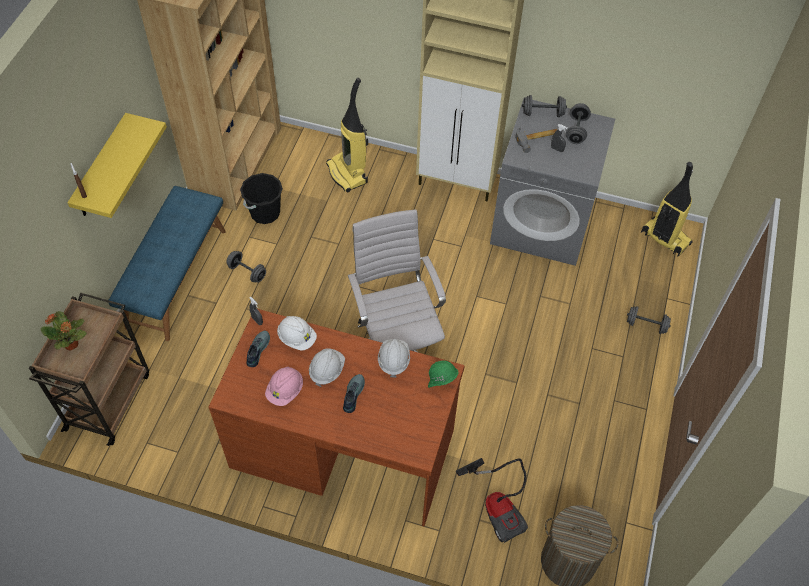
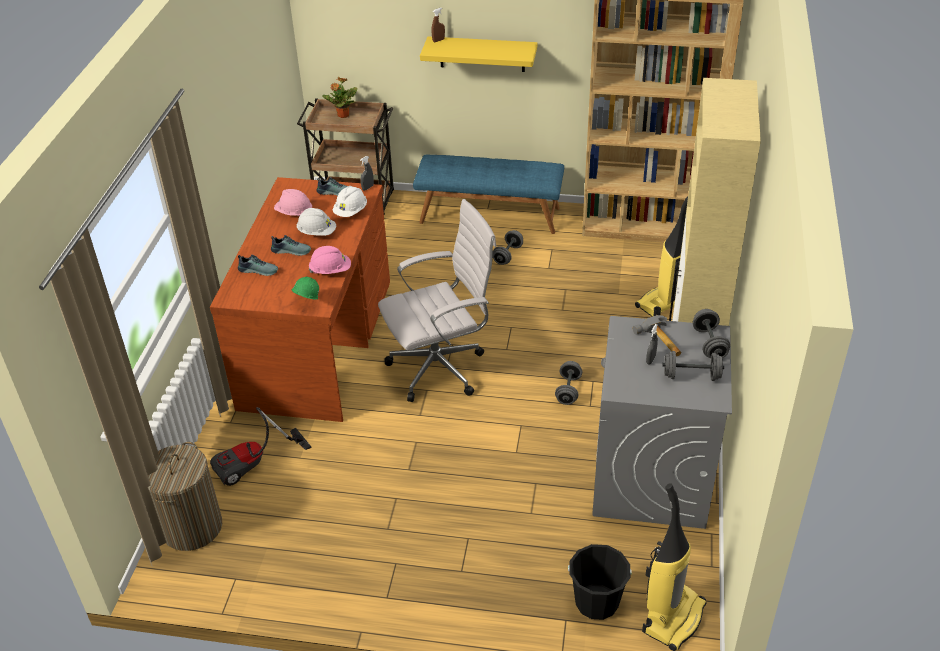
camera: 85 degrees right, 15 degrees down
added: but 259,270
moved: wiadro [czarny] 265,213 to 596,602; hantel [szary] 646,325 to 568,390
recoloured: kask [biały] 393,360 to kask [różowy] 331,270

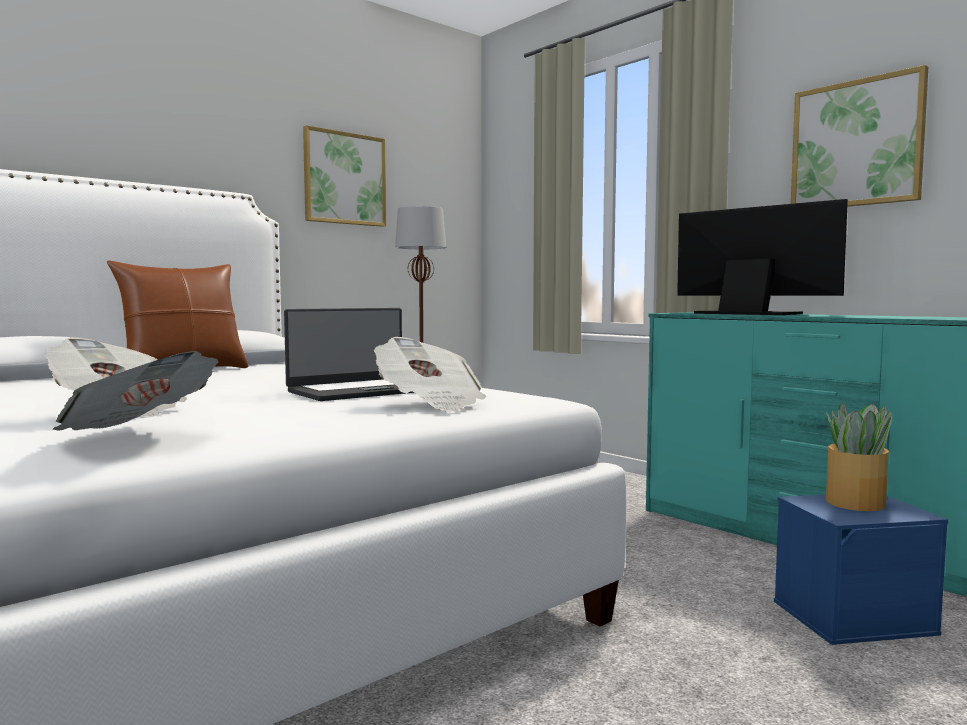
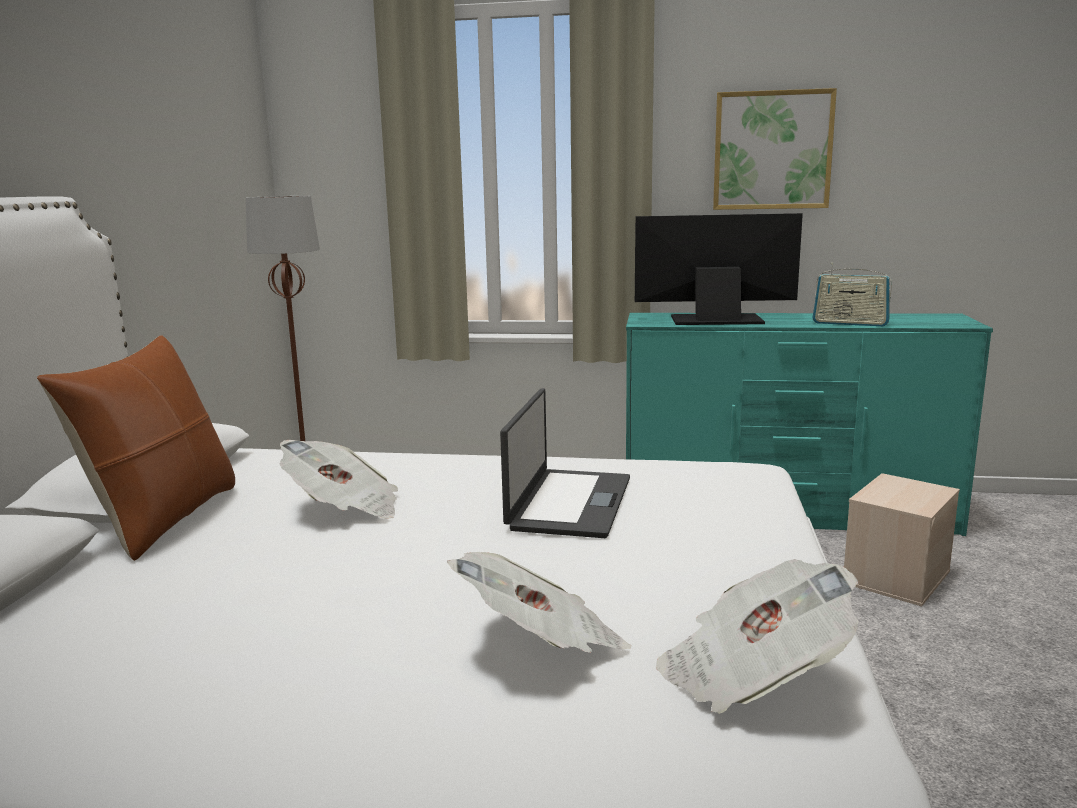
camera: 40 degrees left, 10 degrees up
removed: obraz 344,178; roślina doniczkowa 856,502
added: radio 850,323
moved: gazeta 430,404 to 345,508
recoloured: pojemnik do przechowywania [niebieski] 853,616 to pojemnik do przechowywania [beżowy] 895,576

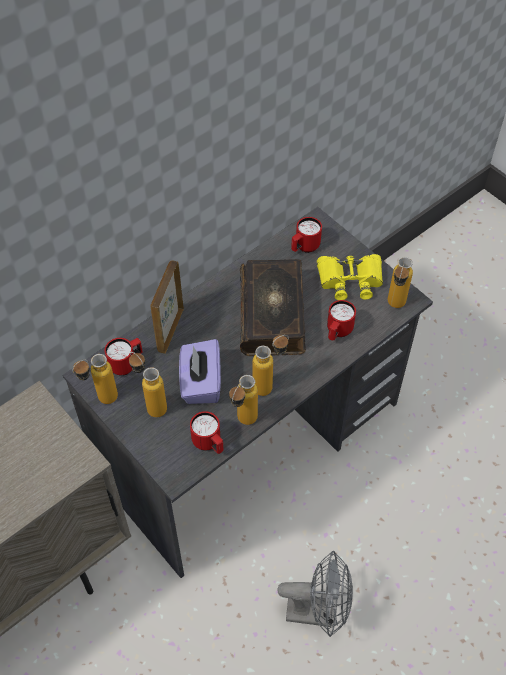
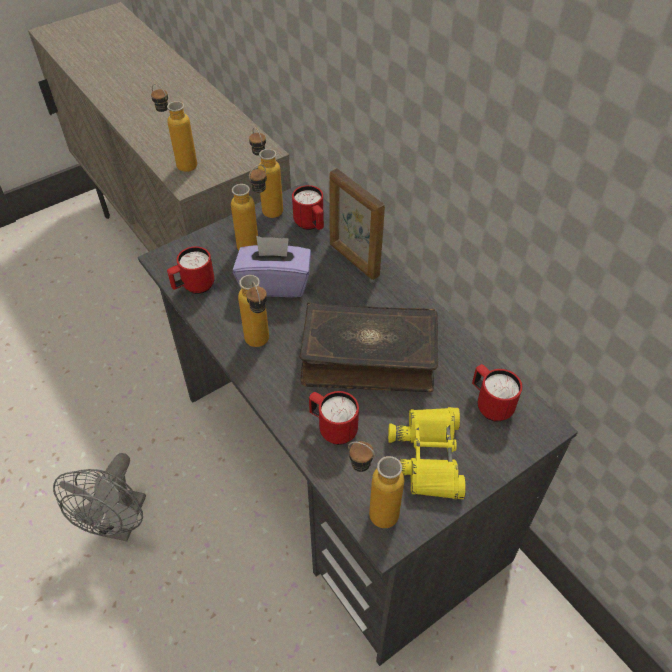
camera: 95 degrees right, 5 degrees down
moved: butelka 243,423 to 180,163
turned: ramka na zdjęcie 170,330 = 353,260 150 degrees counterclockwise

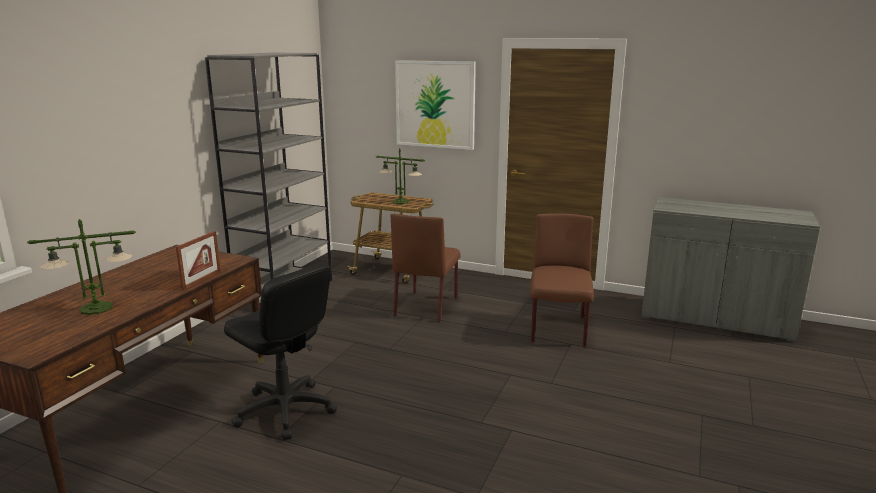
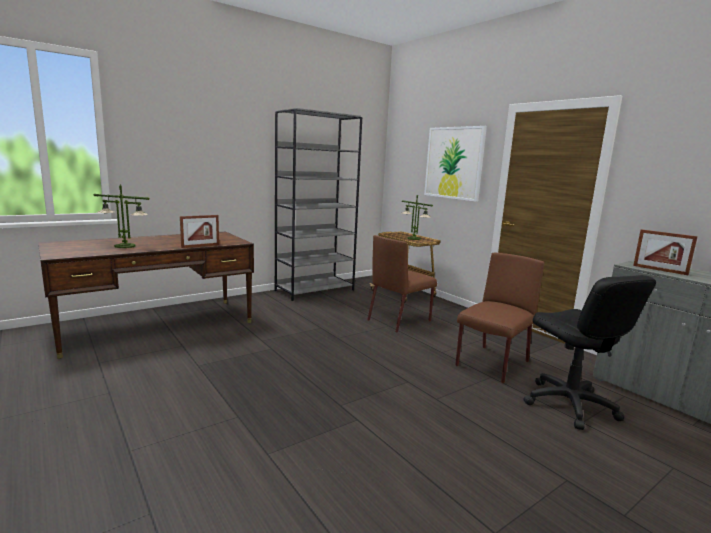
camera: 30 degrees right, 5 degrees down
added: ramka na zdjęcie 659,270
moved: krzesło biurowe [czarny] 285,410 to 569,404

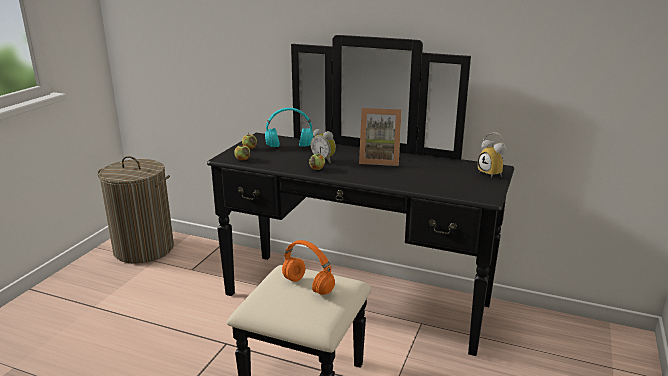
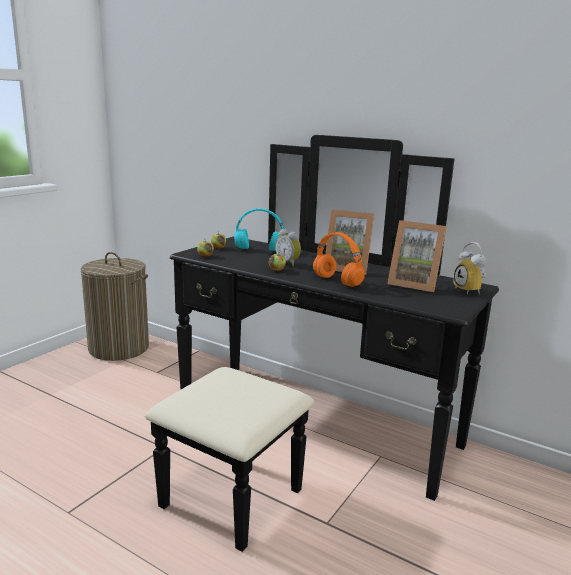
camera: 10 degrees right, 5 degrees down
added: ramka na zdjęcie 414,284
moved: słuchawki [pomarańczowy] 309,286 to 338,281

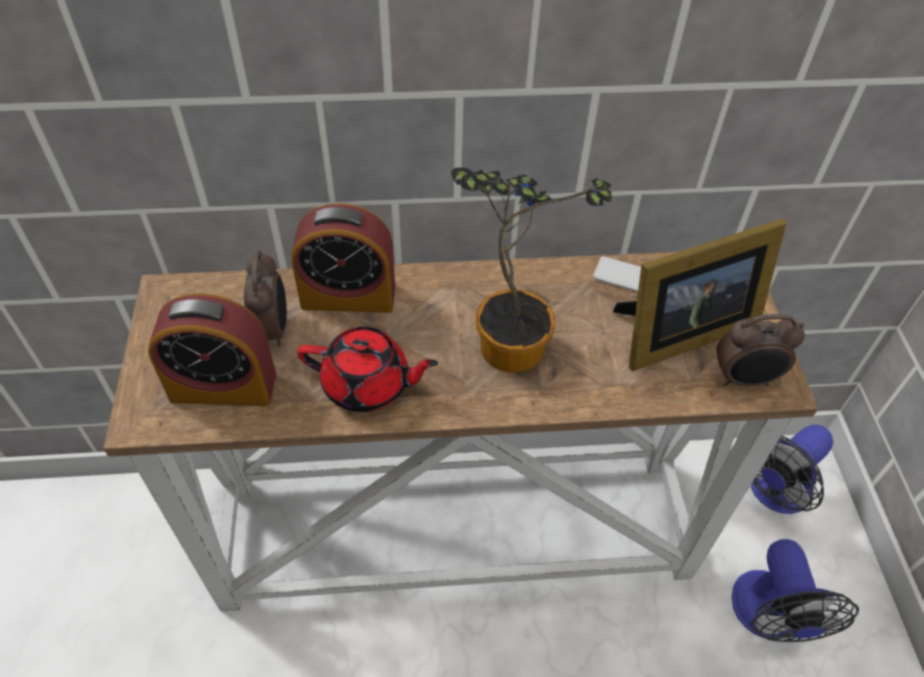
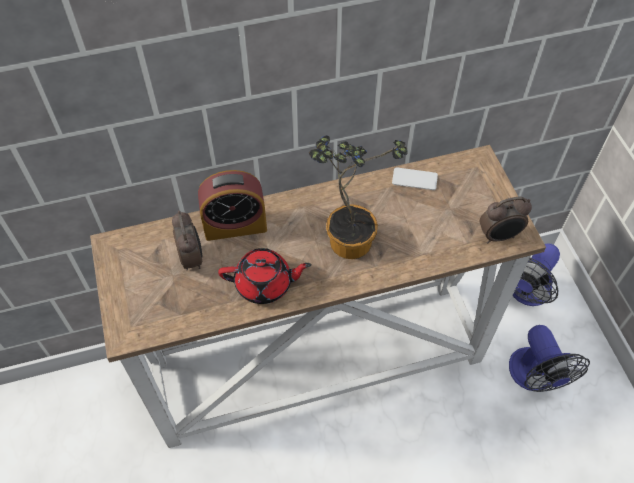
camera: 10 degrees left, 5 degrees up
removed: ramka na zdjęcie 680,333; budzik 223,386

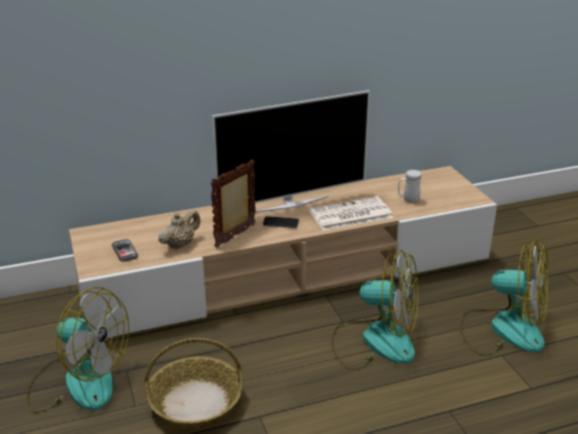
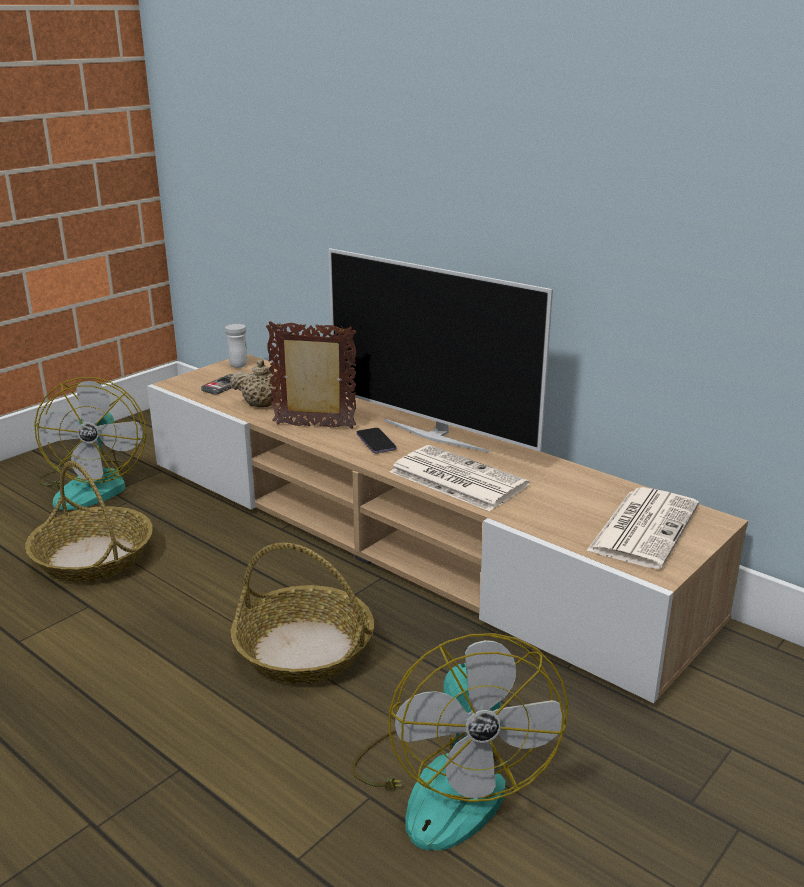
camera: 60 degrees right, 5 degrees down
added: gazeta 643,527
moved: kubek [biały] 408,200 to 238,364
replaced: wentylator 375,341 to koszyk 305,649

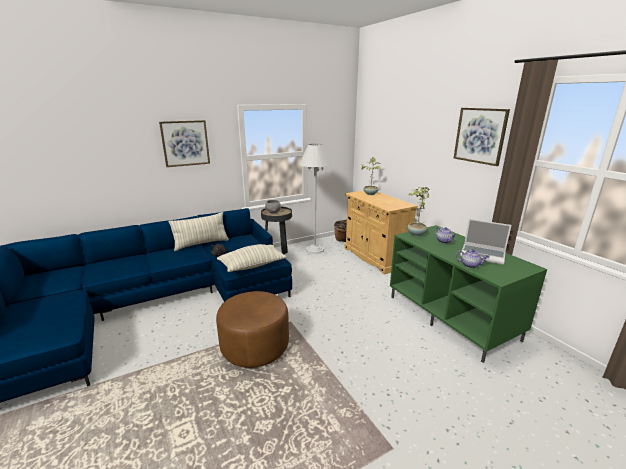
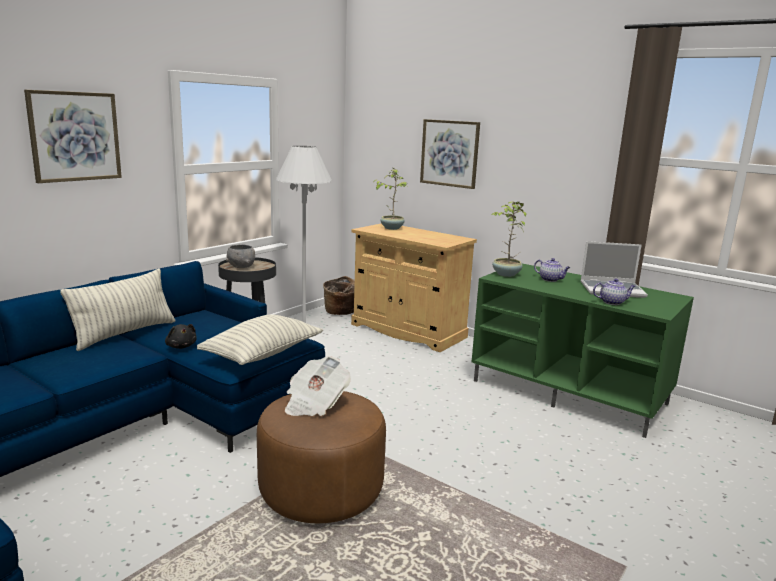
camera: 25 degrees left, 5 degrees down
added: gazeta 315,403
moved: obraz 480,135 to 449,153

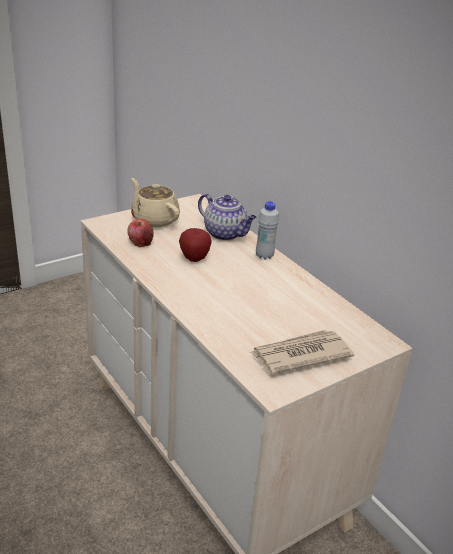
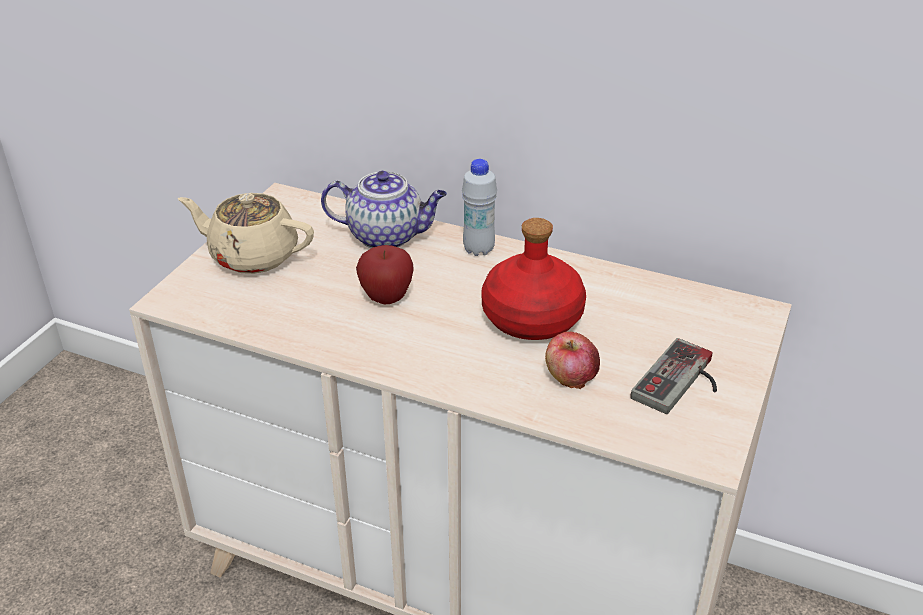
camera: 30 degrees left, 5 degrees up
added: butelka [czerwony] 531,318
moved: jabłko 140,242 to 570,377
replaced: gazeta 299,355 to pad do gier 683,383

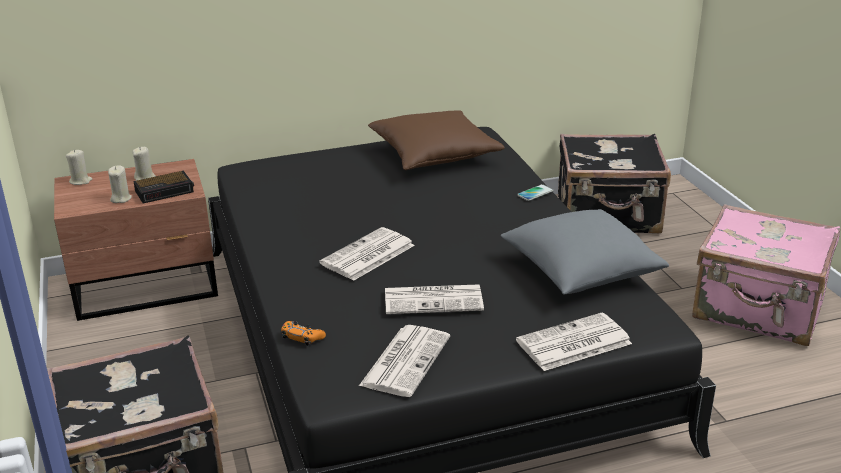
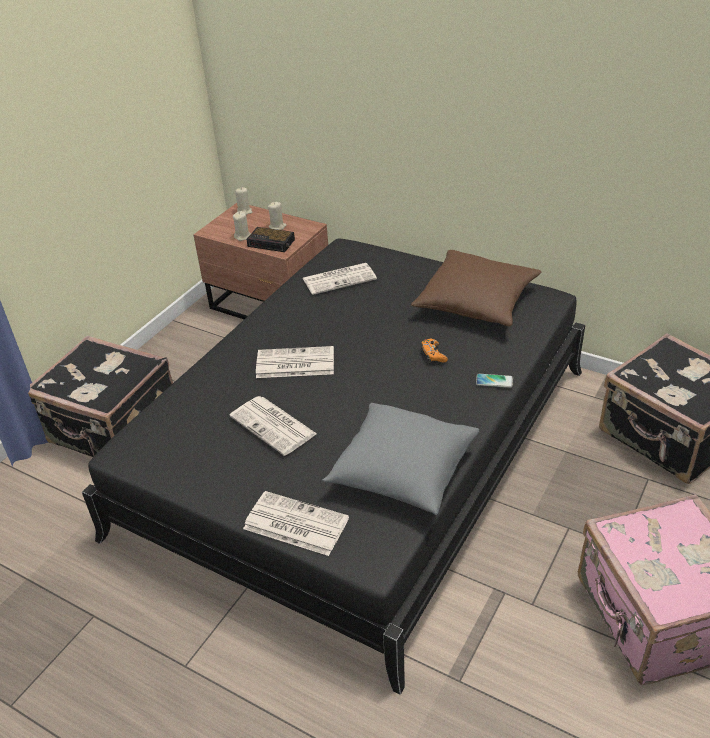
camera: 50 degrees right, 10 degrees up
moved: pad do gier [pomarańczowy] 302,337 to 433,354; gazeta 405,360 to 340,279

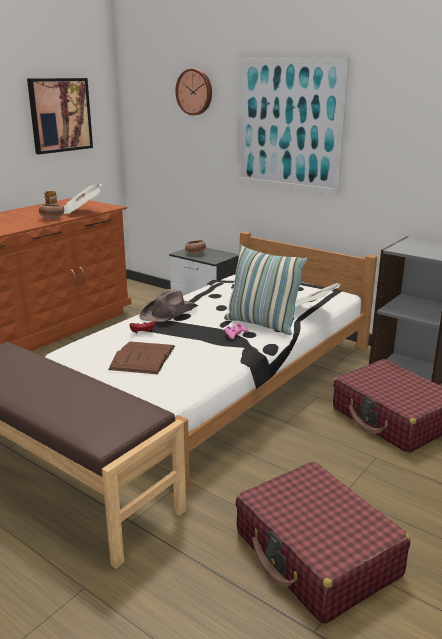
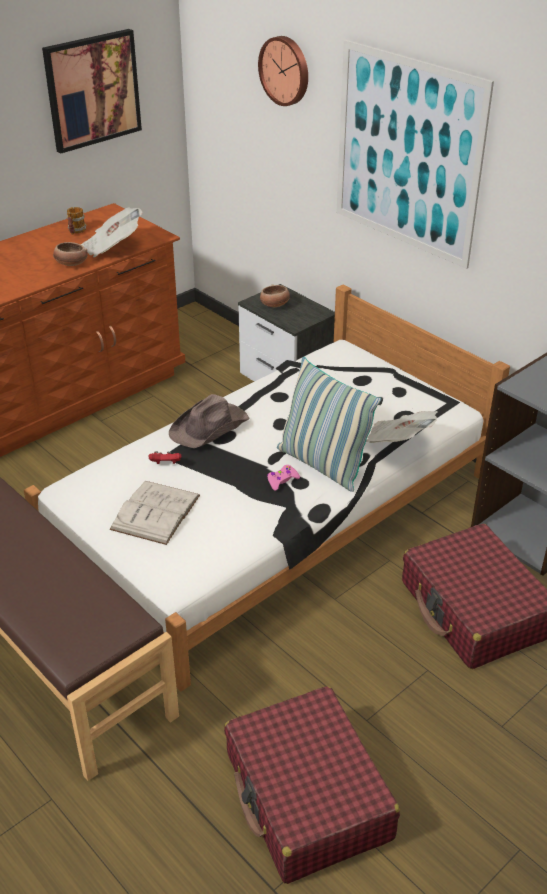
camera: 10 degrees right, 15 degrees up
recoloured: książka [brązowy] 143,358 to książka [biały] 155,512

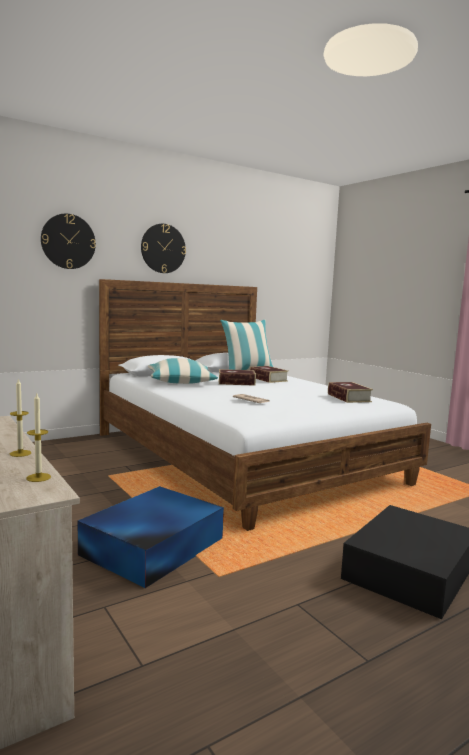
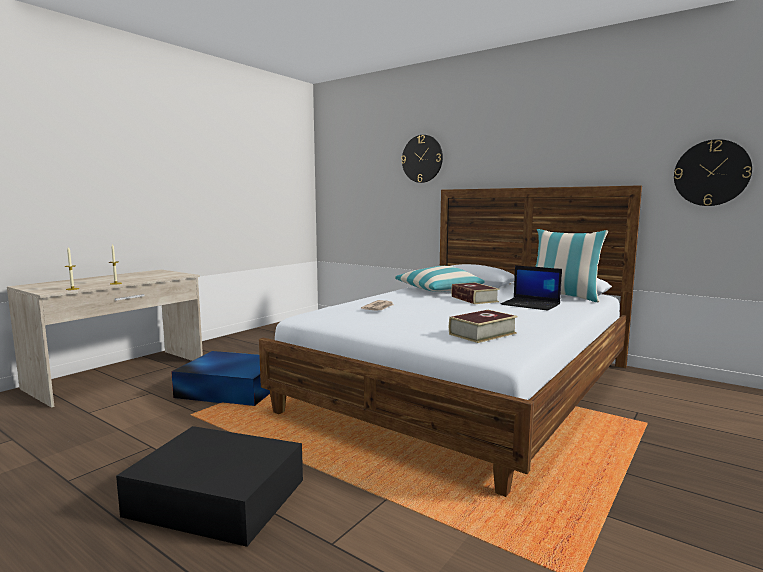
camera: 70 degrees right, 0 degrees up
moved: zegar ścienny 163,248 to 711,173
replaced: książka 268,379 to laptop 531,304

